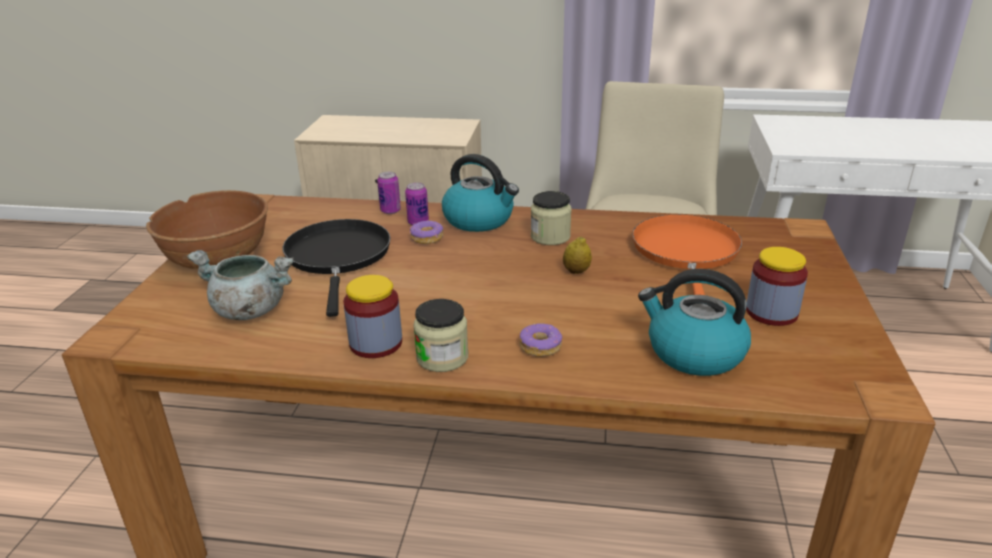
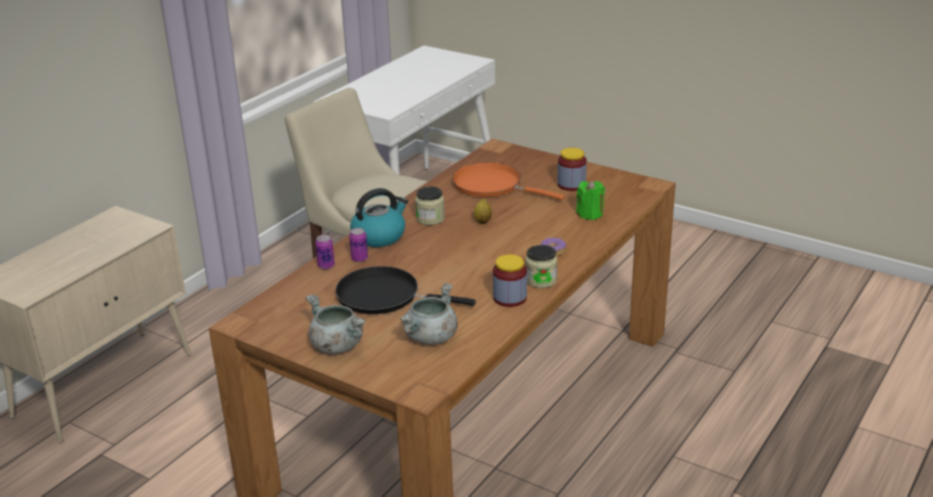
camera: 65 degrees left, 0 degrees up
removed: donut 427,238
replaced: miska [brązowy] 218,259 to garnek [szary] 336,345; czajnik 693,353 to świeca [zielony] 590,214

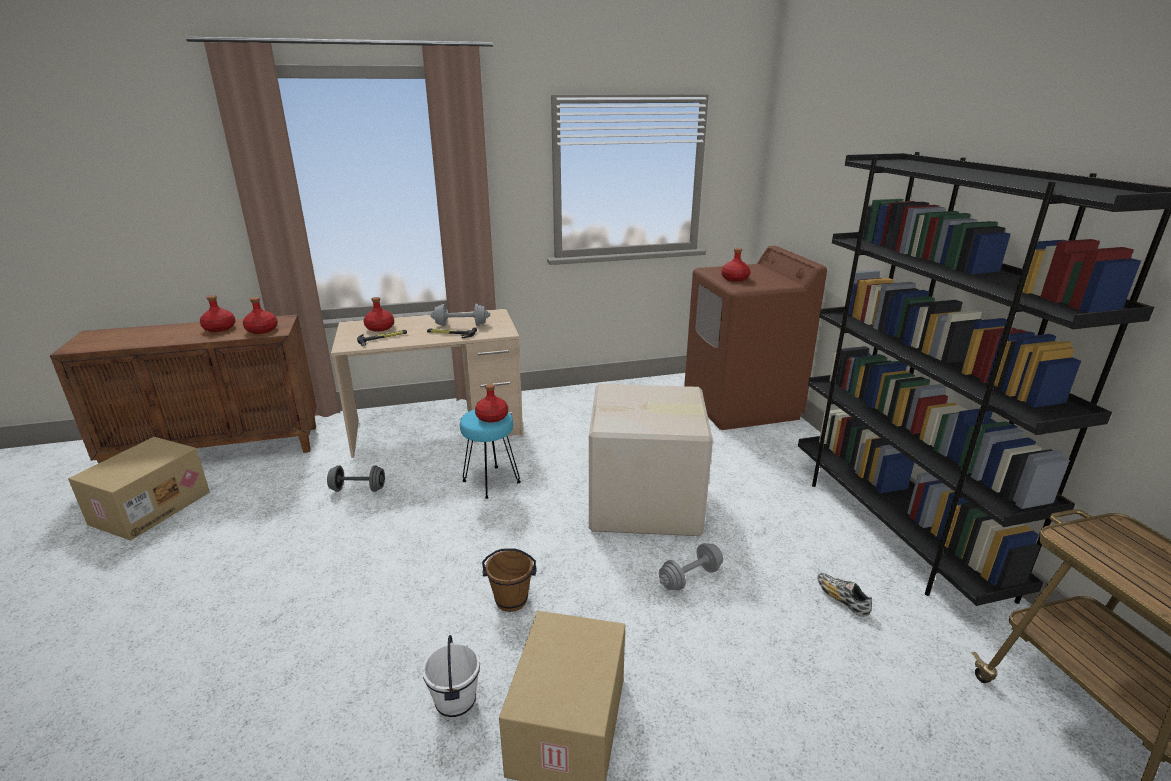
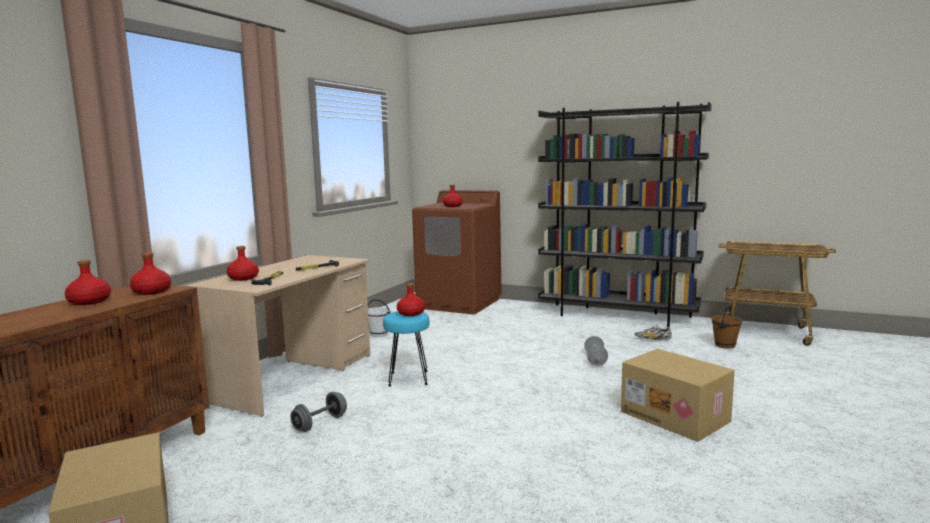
camera: 50 degrees left, 15 degrees down
removed: hantel [szary] 461,325; karton 646,503
moved: wiadro [brązowy] 511,600 to 724,345; wiadro [biały] 457,704 to 379,334

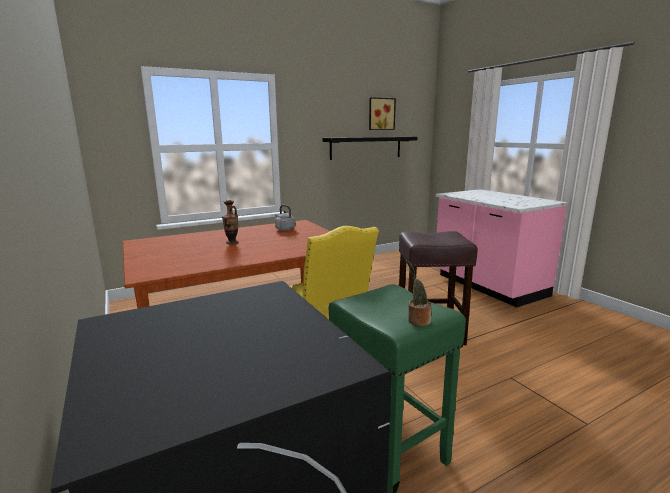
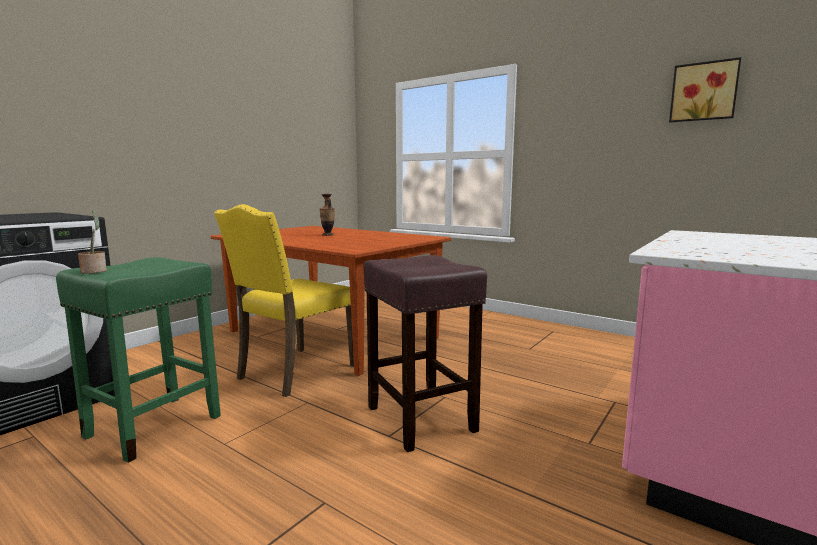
camera: 65 degrees right, 5 degrees down
removed: półka [czarny] 366,147; czajnik [szary] 284,229

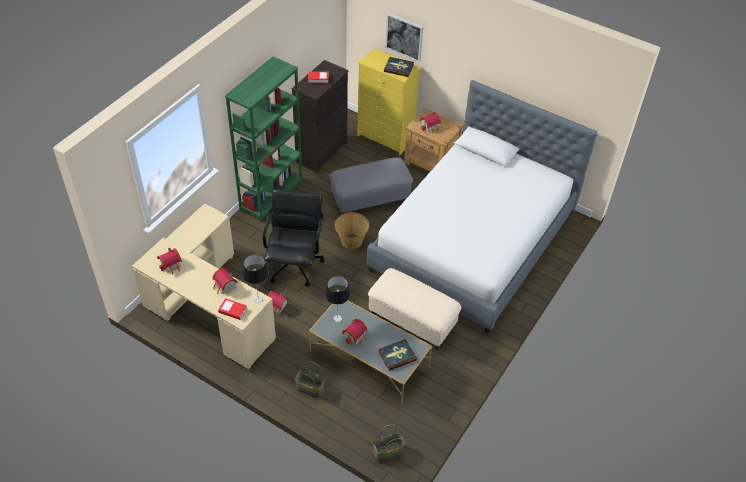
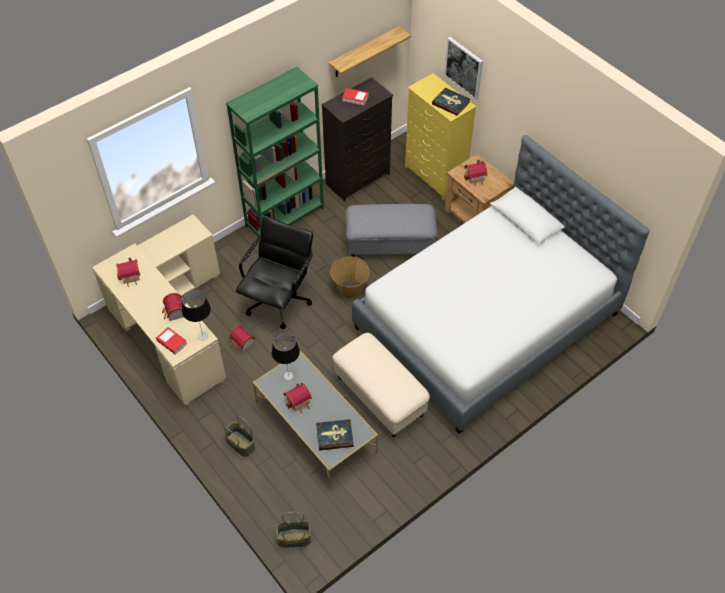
camera: 20 degrees right, 5 degrees up
added: półka 364,52

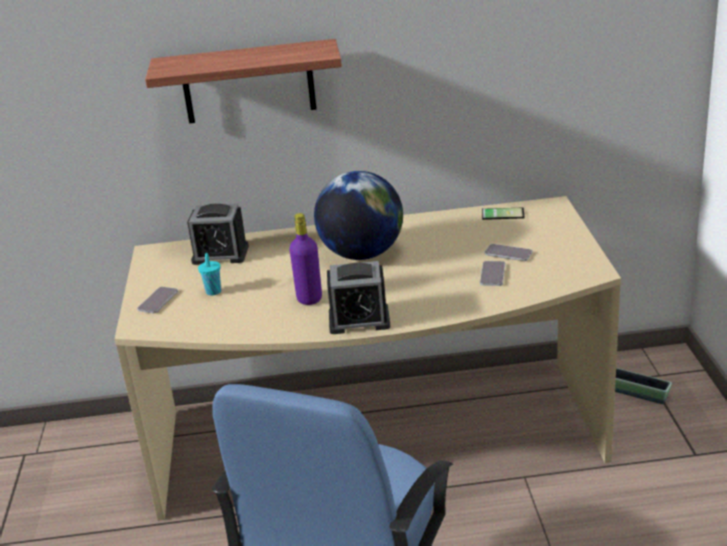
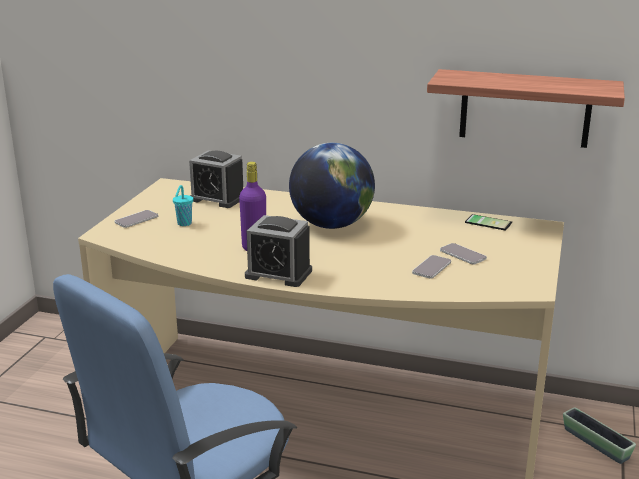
camera: 20 degrees right, 5 degrees down
moved: półka 248,82 to 525,108

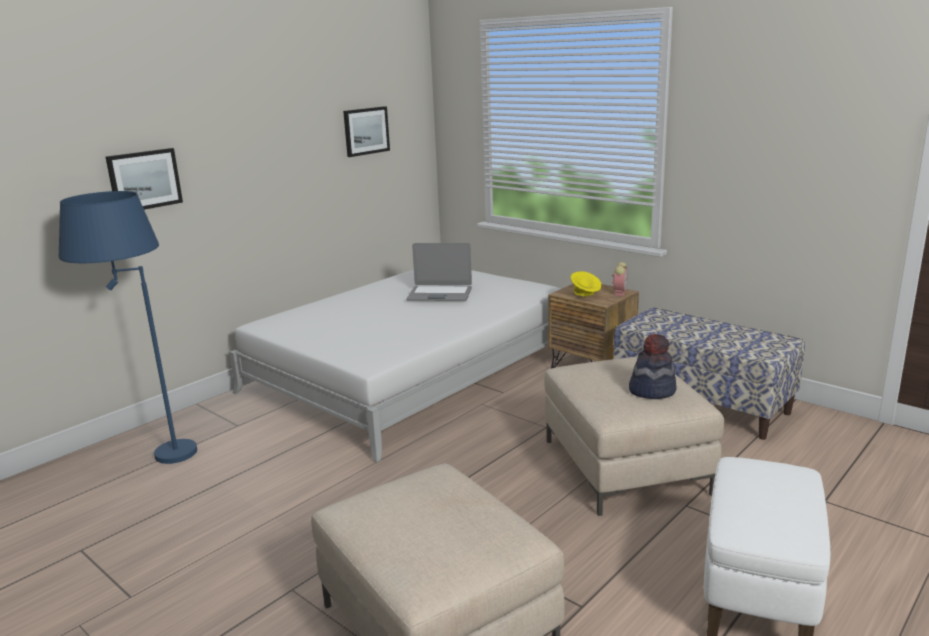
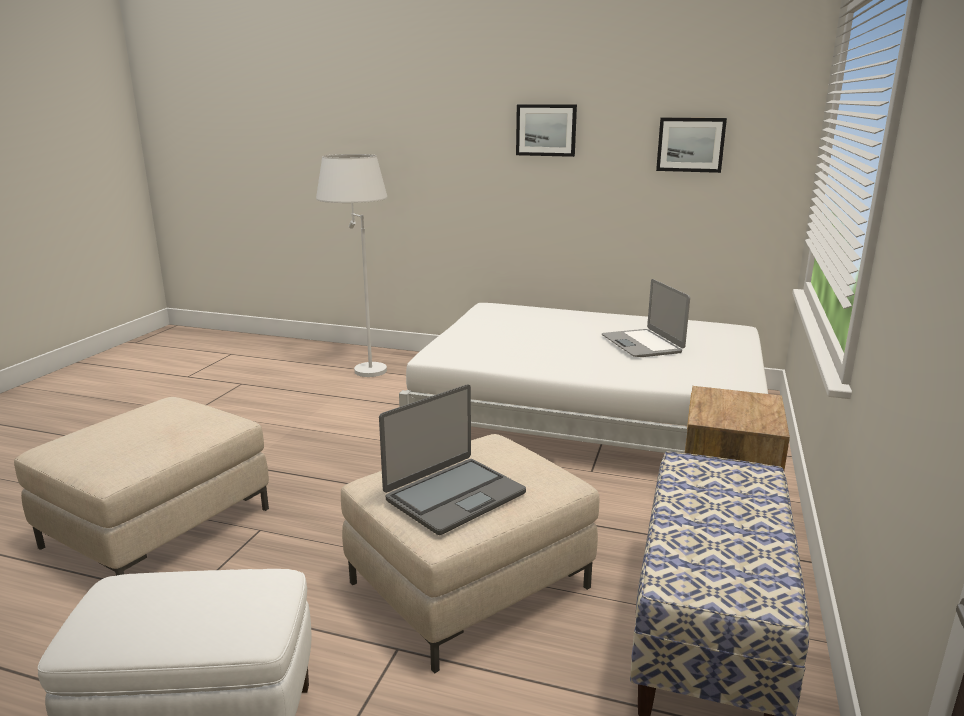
camera: 65 degrees right, 0 degrees up
removed: budzik 619,292; miska [żółty] 585,296
moved: obraz 144,180 to 546,130
replaced: kapelusz 652,390 to laptop 454,496
recoloured: lampa stojąca [niebieski] 152,456 to lampa stojąca [biały] 362,366

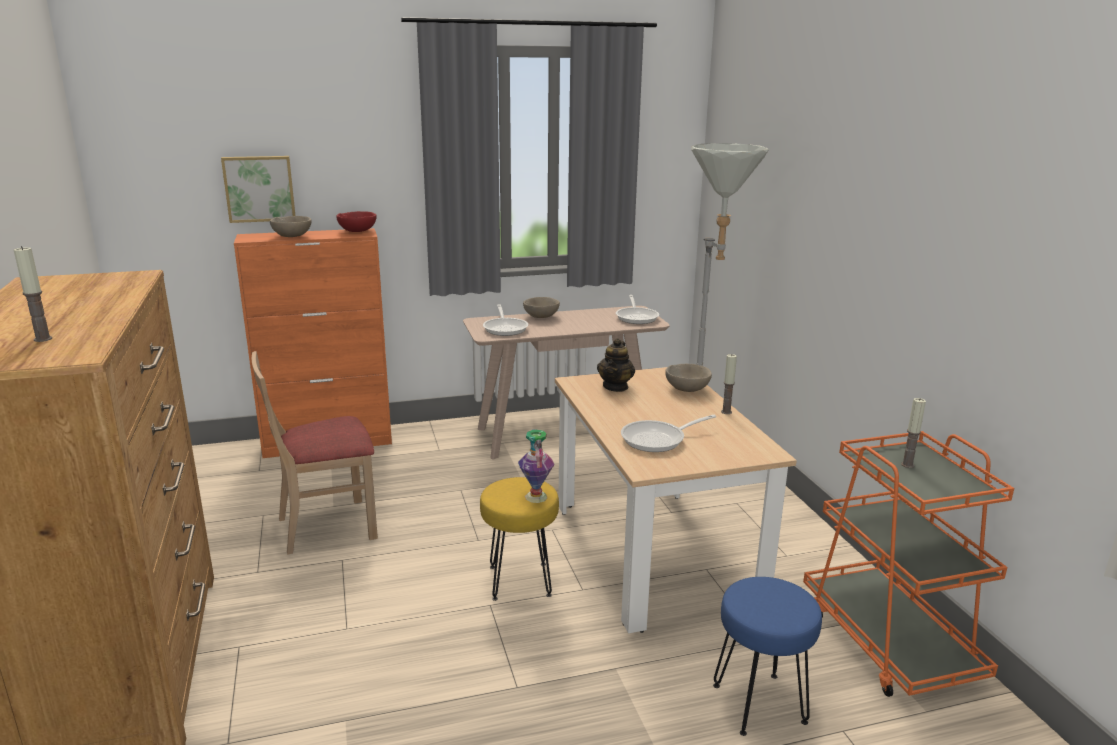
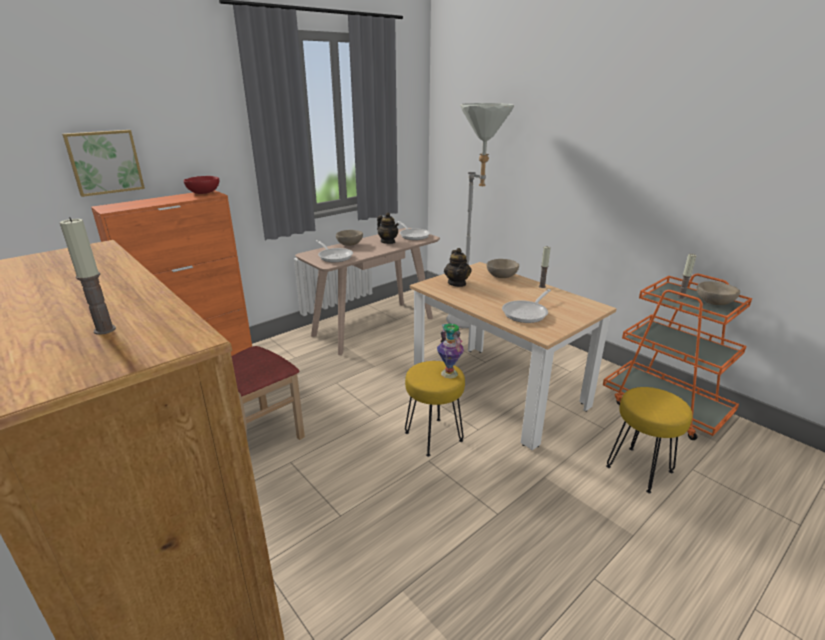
camera: 25 degrees left, 5 degrees up
added: imbryk 388,242
moved: miska [beżowy] 292,236 to 714,302
recoloured: stołek [niebieski] 758,704 to stołek [żółty] 639,469

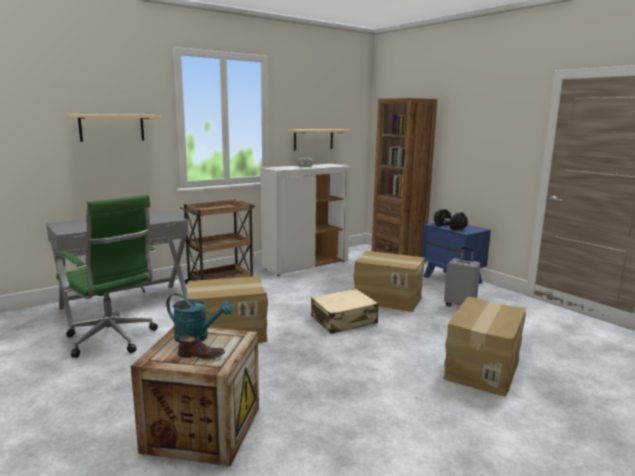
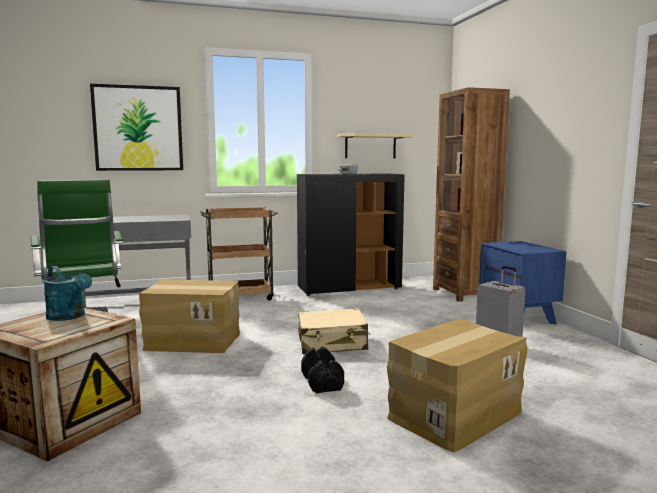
camera: 20 degrees right, 5 degrees down
removed: karton 388,299; but [brązowy] 201,356
moved: hantel [czarny] 449,227 to 321,382
replaced: półka [beżowy] 112,127 to obraz 138,128
recoloured: szafka [biały] 306,265 to szafka [czarny] 349,289

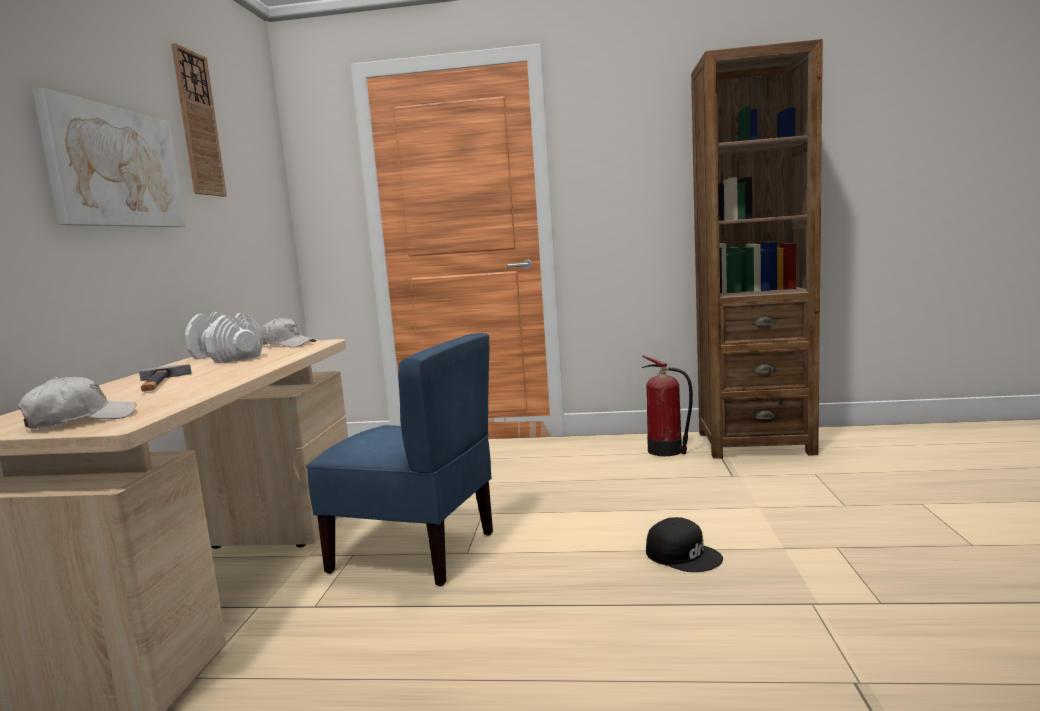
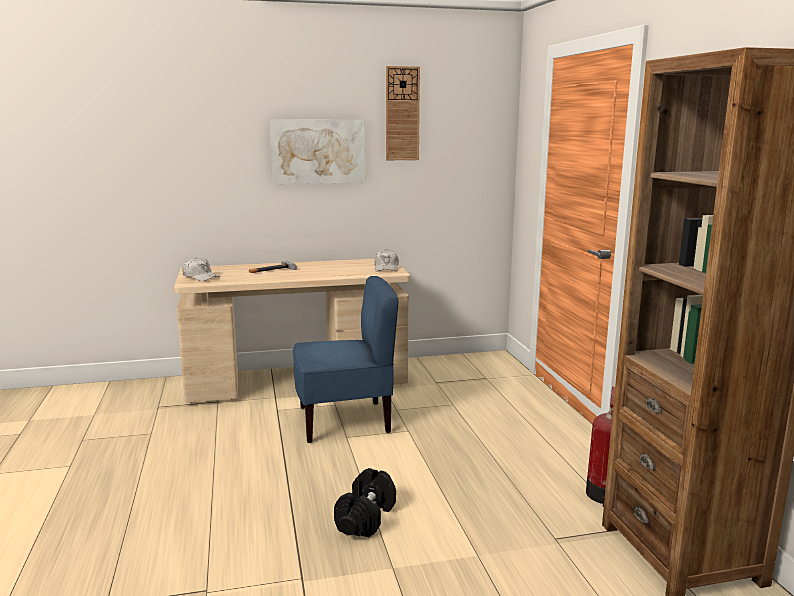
camera: 70 degrees right, 5 degrees up
removed: hantel [biały] 227,357
replaced: czapka z daszkiem [czarny] 683,555 to hantel [czarny] 366,518
turned: krzesło [niebieski] 415,551 = 344,421 105 degrees counterclockwise

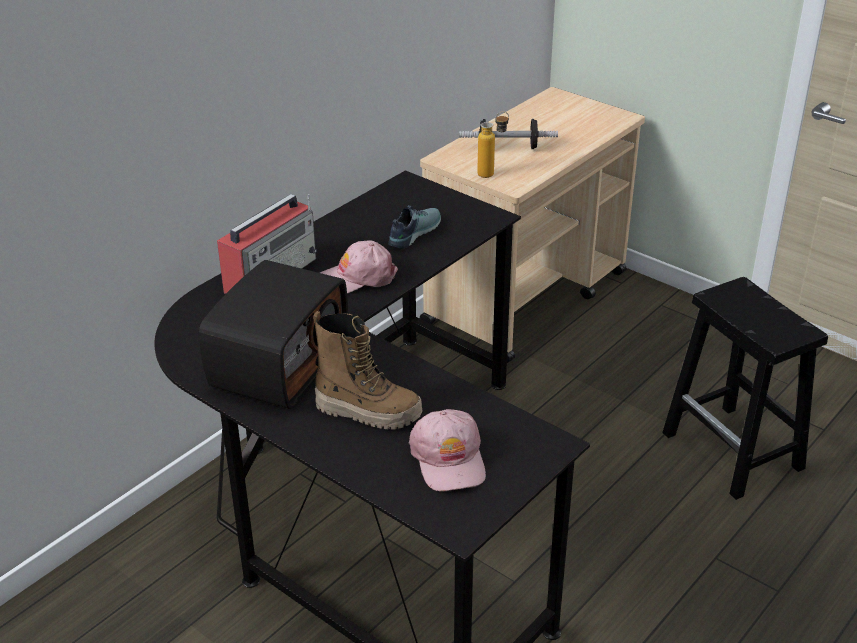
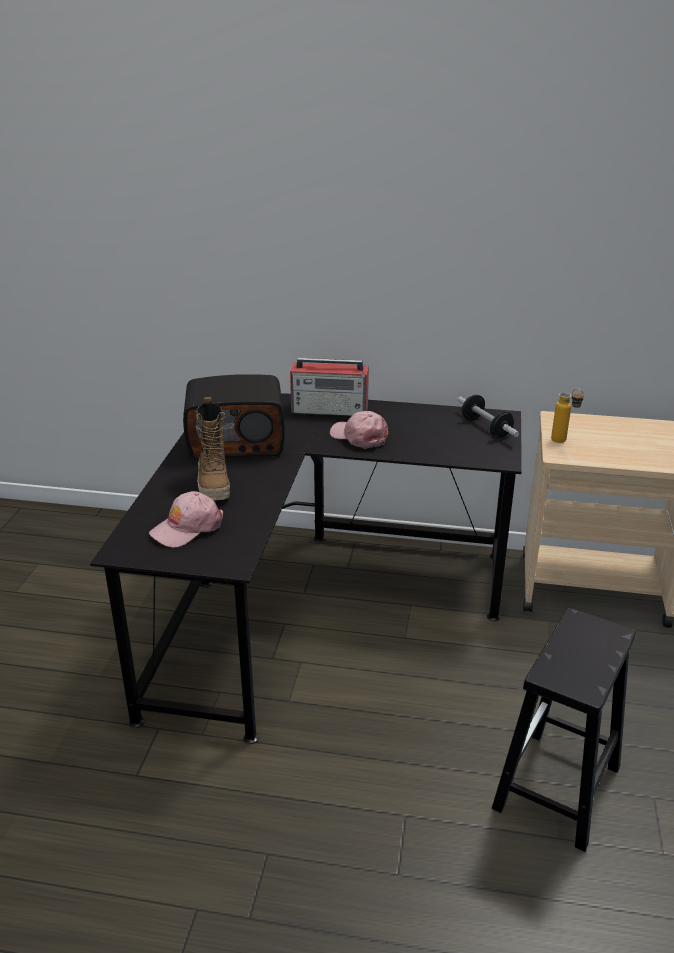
camera: 60 degrees right, 5 degrees down
removed: but 412,232
moved: hantel 507,147 to 486,428

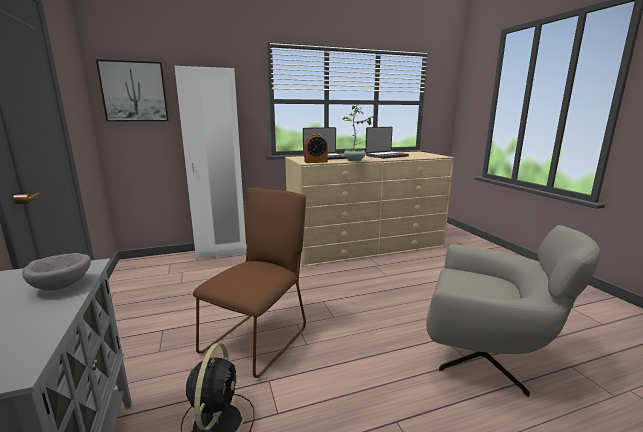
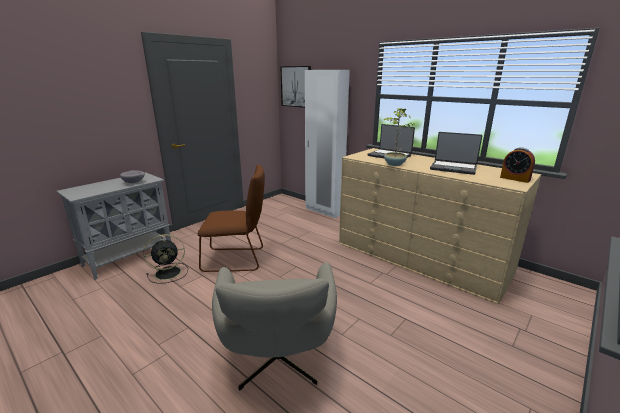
camera: 60 degrees right, 5 degrees up
moved: budzik 316,162 to 515,179

